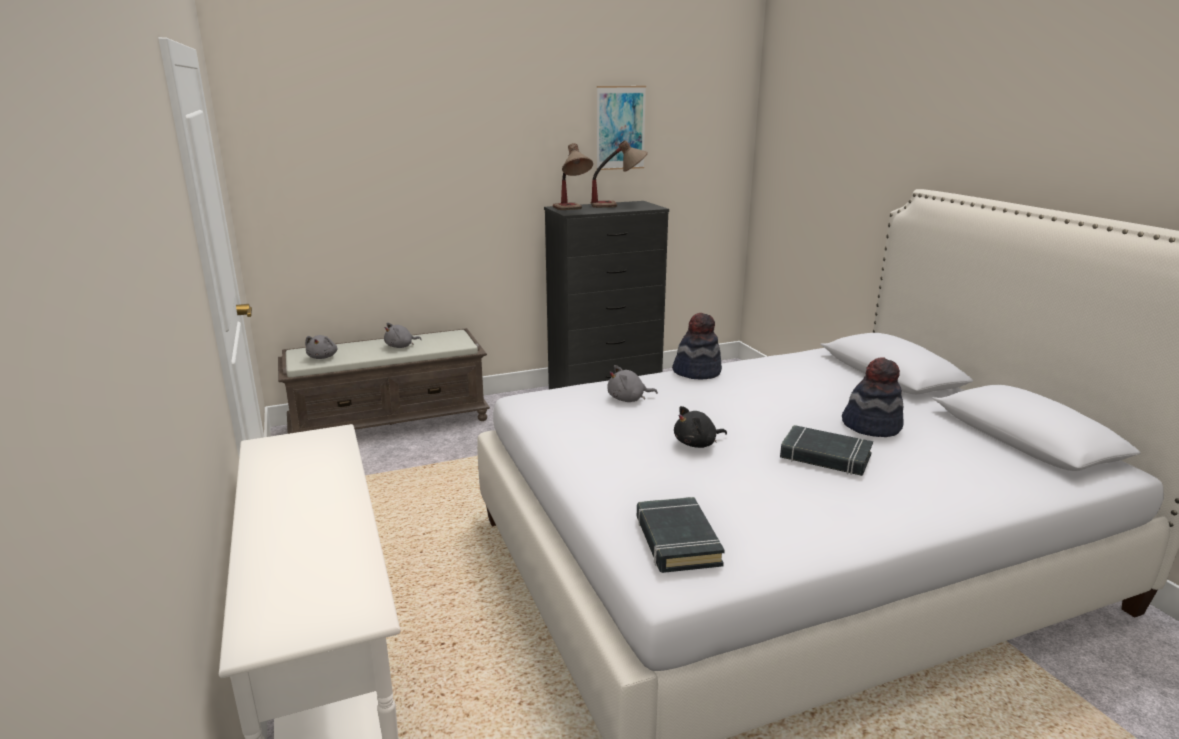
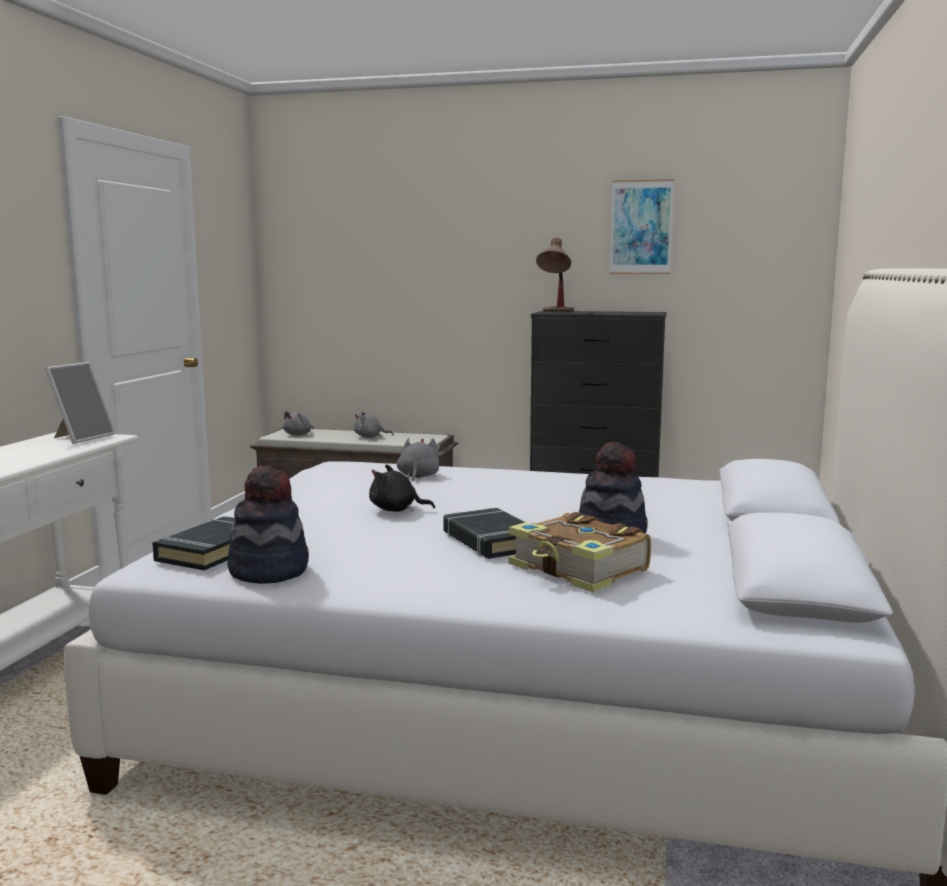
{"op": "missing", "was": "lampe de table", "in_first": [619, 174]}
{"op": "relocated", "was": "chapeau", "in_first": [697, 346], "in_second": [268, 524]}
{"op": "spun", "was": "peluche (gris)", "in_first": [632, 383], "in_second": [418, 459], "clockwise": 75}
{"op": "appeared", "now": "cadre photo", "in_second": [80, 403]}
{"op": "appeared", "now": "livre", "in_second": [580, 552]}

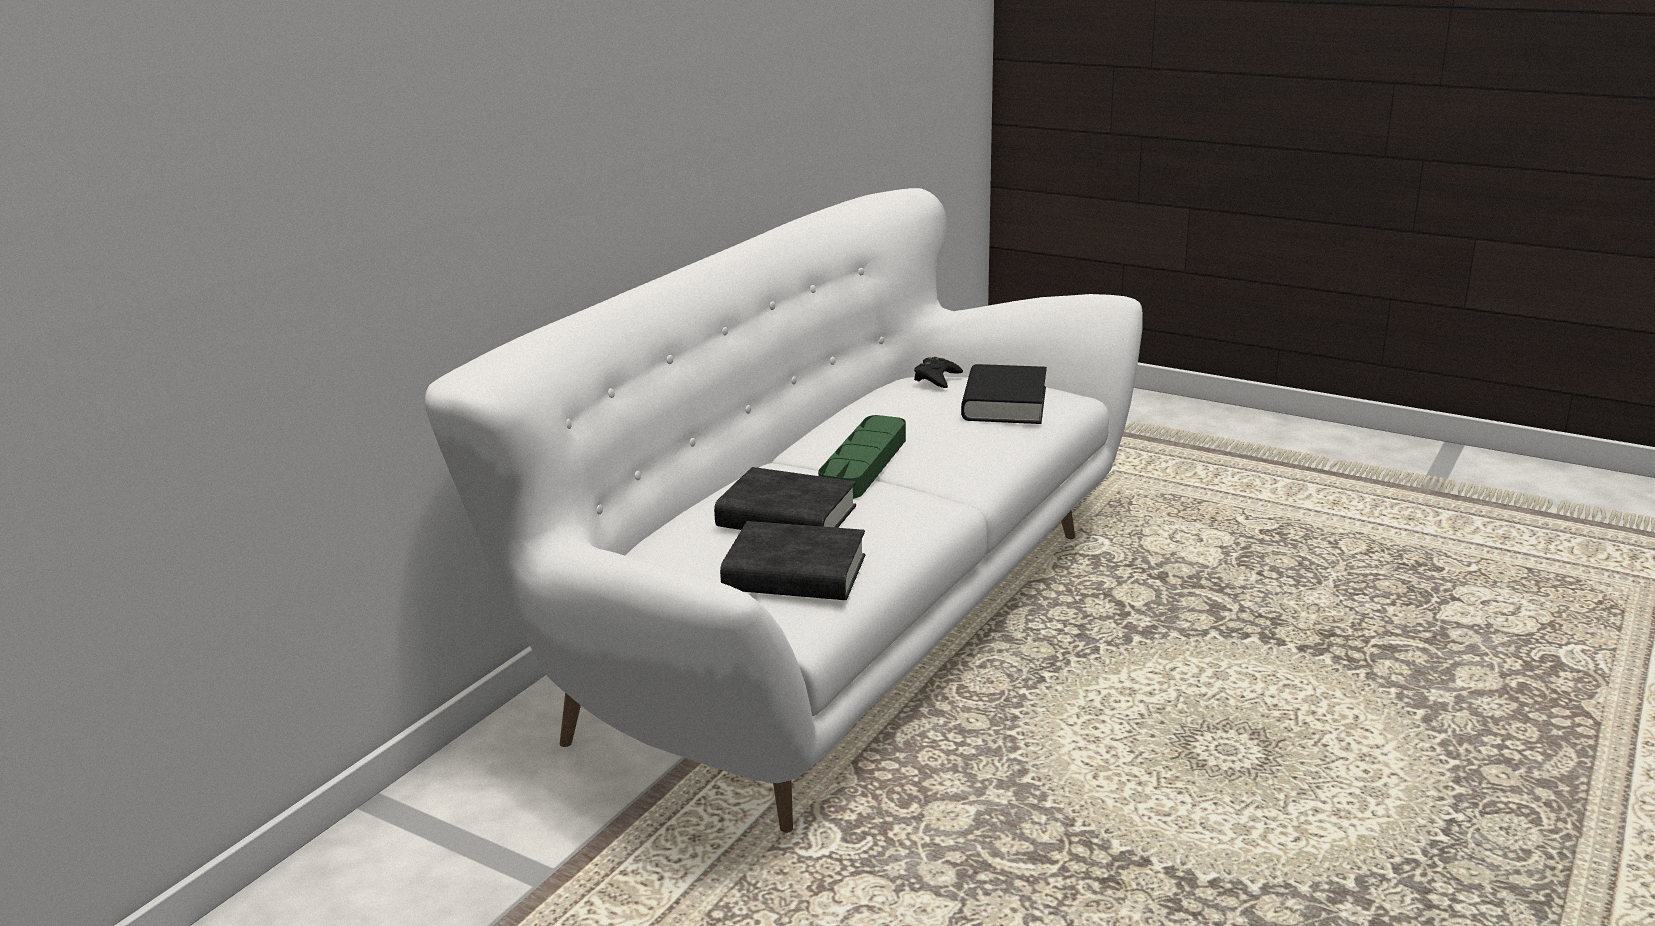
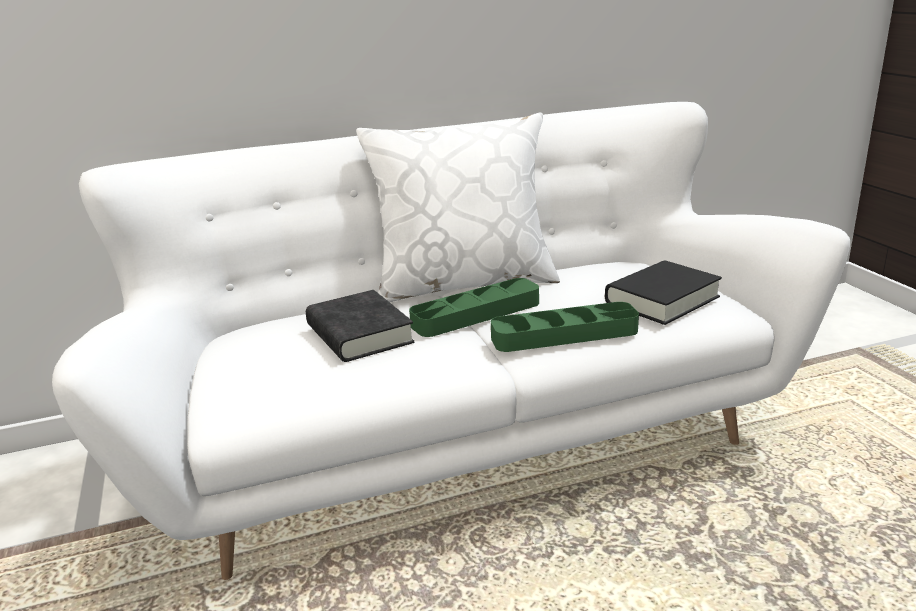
{"op": "missing", "was": "manette (noir)", "in_first": [938, 372]}
{"op": "missing", "was": "livre (noir)", "in_first": [792, 560]}
{"op": "appeared", "now": "coussin (blanc)", "in_second": [458, 207]}
{"op": "appeared", "now": "plateau (vert)", "in_second": [565, 327]}

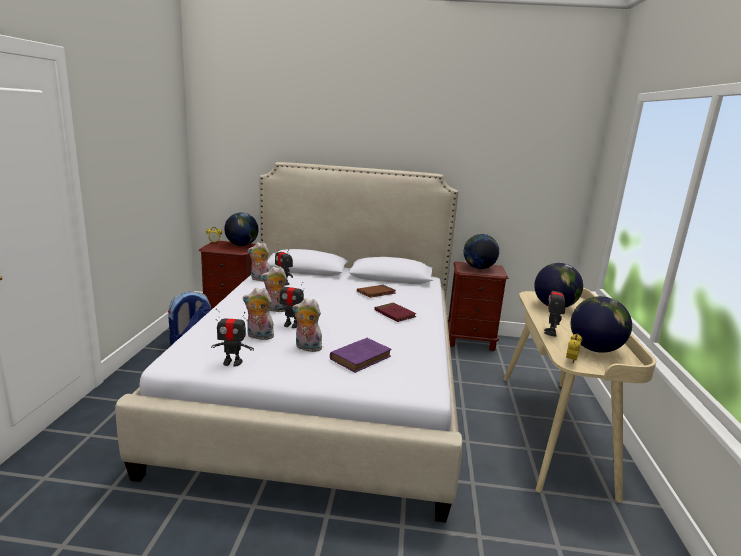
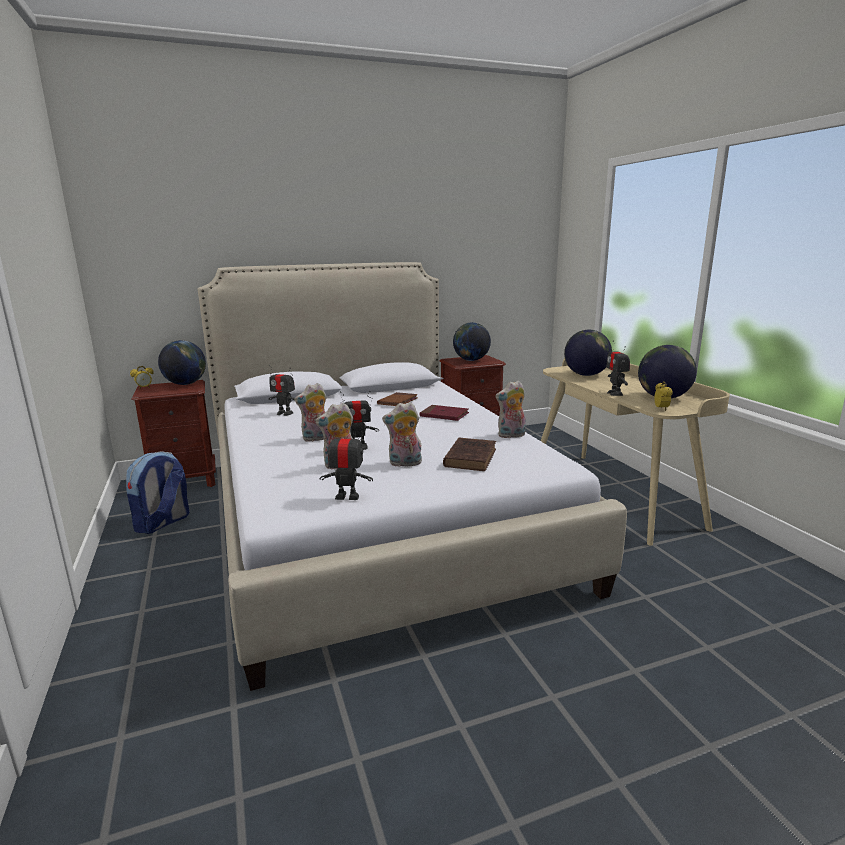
{"op": "relocated", "was": "peluche", "in_first": [259, 261], "in_second": [510, 409]}
{"op": "spun", "was": "robot jouet", "in_first": [232, 338], "in_second": [346, 464], "clockwise": -150}
{"op": "colour", "was": "livre (violet)", "now": "livre (marron)", "in_first": [361, 355], "in_second": [469, 454]}

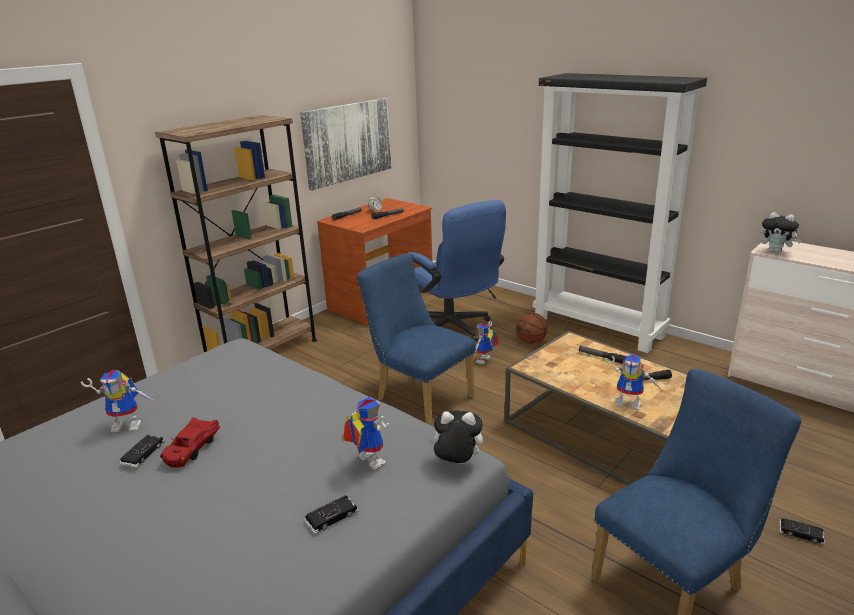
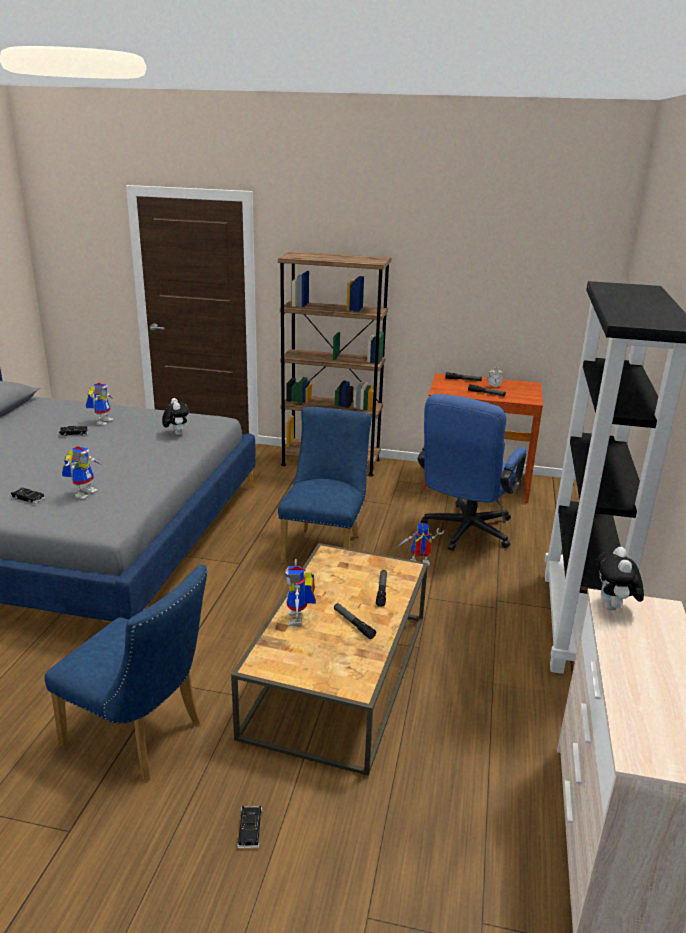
{"op": "missing", "was": "tableau", "in_first": [345, 144]}
{"op": "missing", "was": "ballon de basket", "in_first": [532, 328]}
{"op": "spun", "was": "robot jouet", "in_first": [118, 401], "in_second": [99, 404], "clockwise": -135}
{"op": "relocated", "was": "peluche", "in_first": [455, 437], "in_second": [175, 416]}
{"op": "missing", "was": "petite voiture (rouge)", "in_first": [190, 442]}

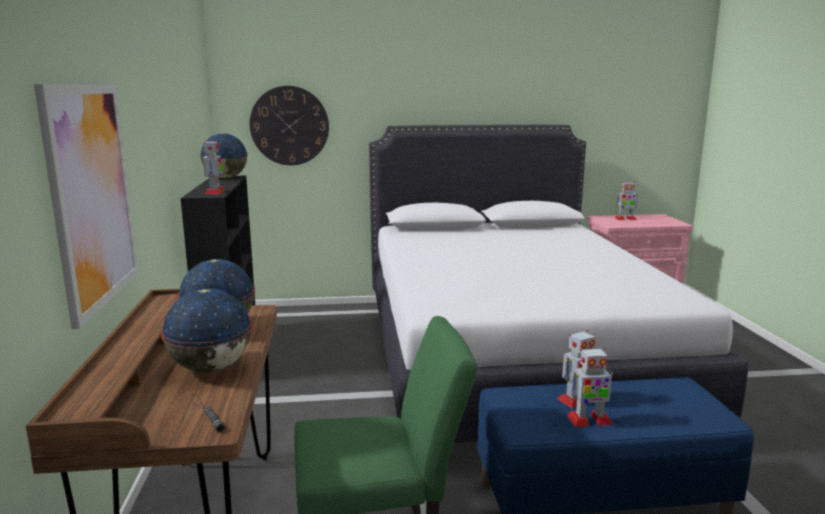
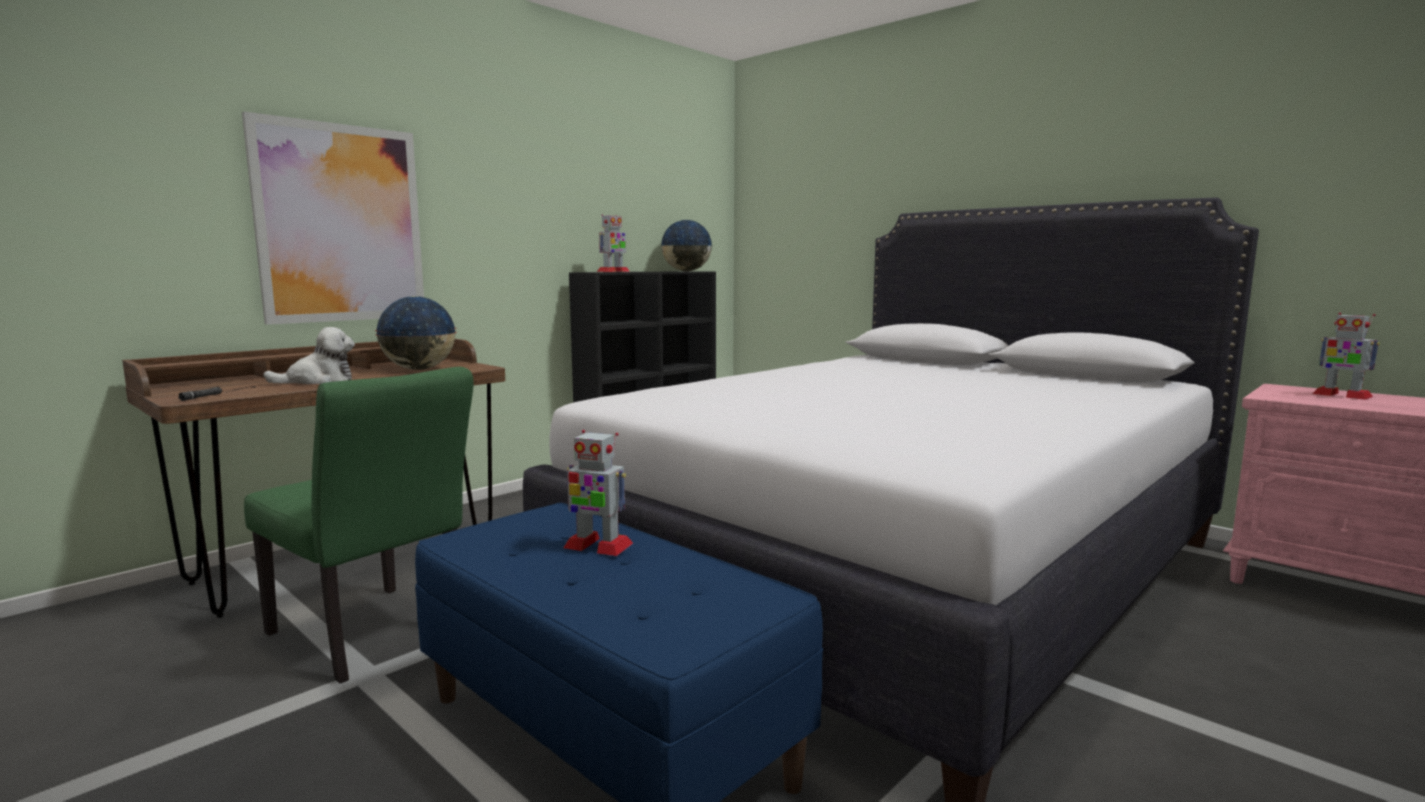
{"op": "missing", "was": "horloge murale", "in_first": [289, 125]}
{"op": "exchanged", "was": "globe", "now": "peluche", "in_first": [206, 330], "in_second": [309, 355]}
{"op": "missing", "was": "robot jouet", "in_first": [590, 387]}

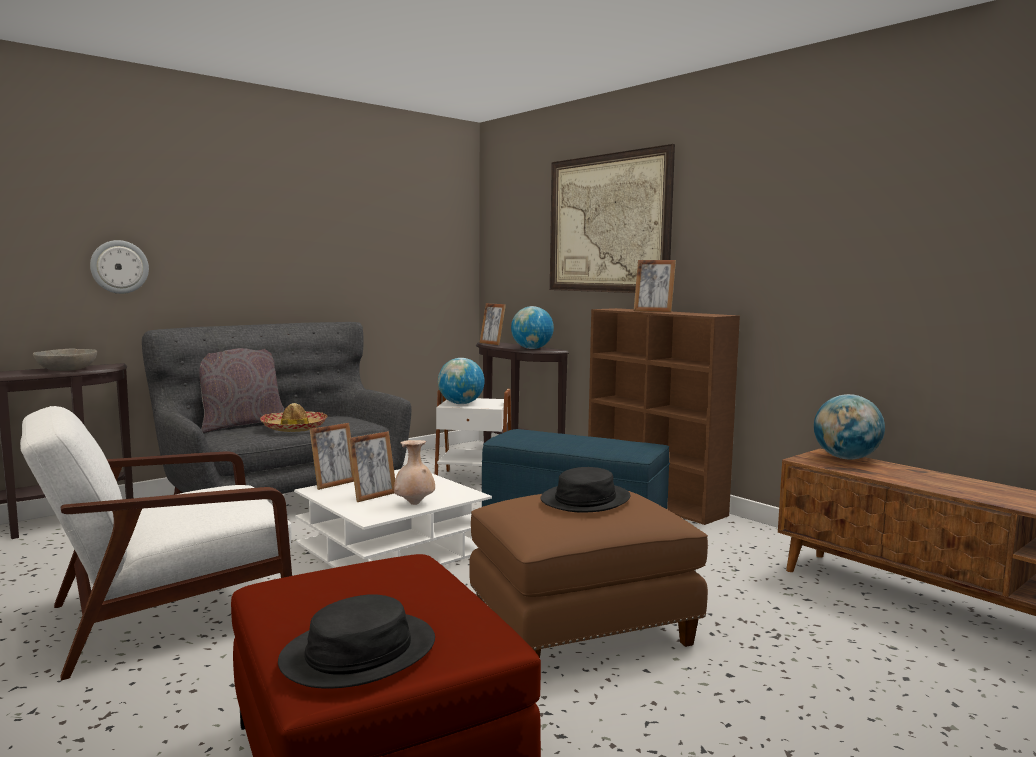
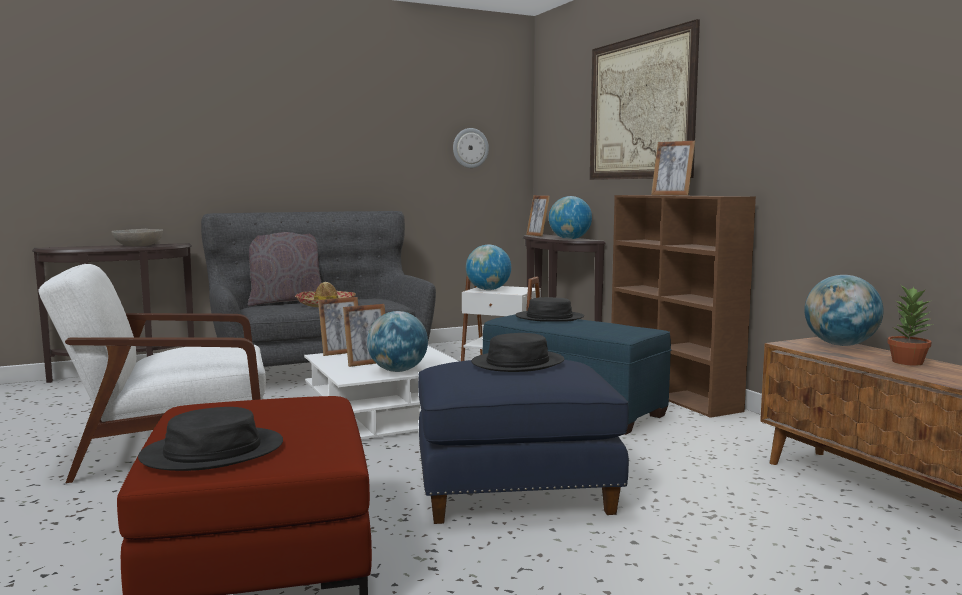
{"op": "relocated", "was": "horloge murale", "in_first": [119, 267], "in_second": [471, 148]}
{"op": "exchanged", "was": "vase (beige)", "now": "globe", "in_first": [414, 472], "in_second": [397, 341]}
{"op": "colour", "was": "pouf (marron)", "now": "pouf (bleu)", "in_first": [588, 574], "in_second": [523, 442]}
{"op": "appeared", "now": "plante en pot", "in_second": [910, 325]}
{"op": "appeared", "now": "chapeau (noir)", "in_second": [549, 309]}

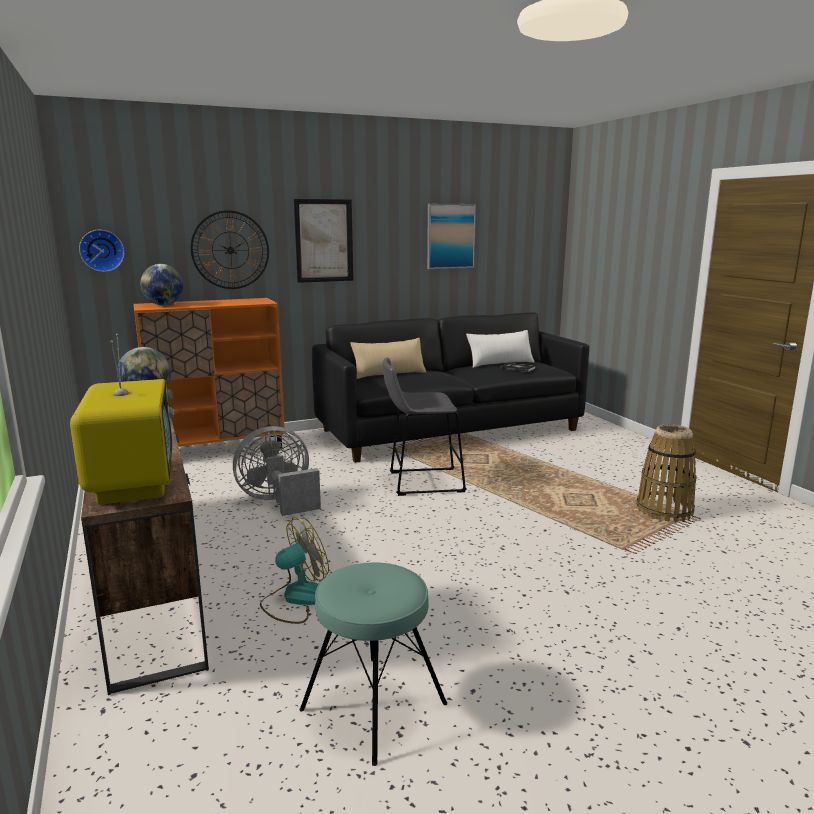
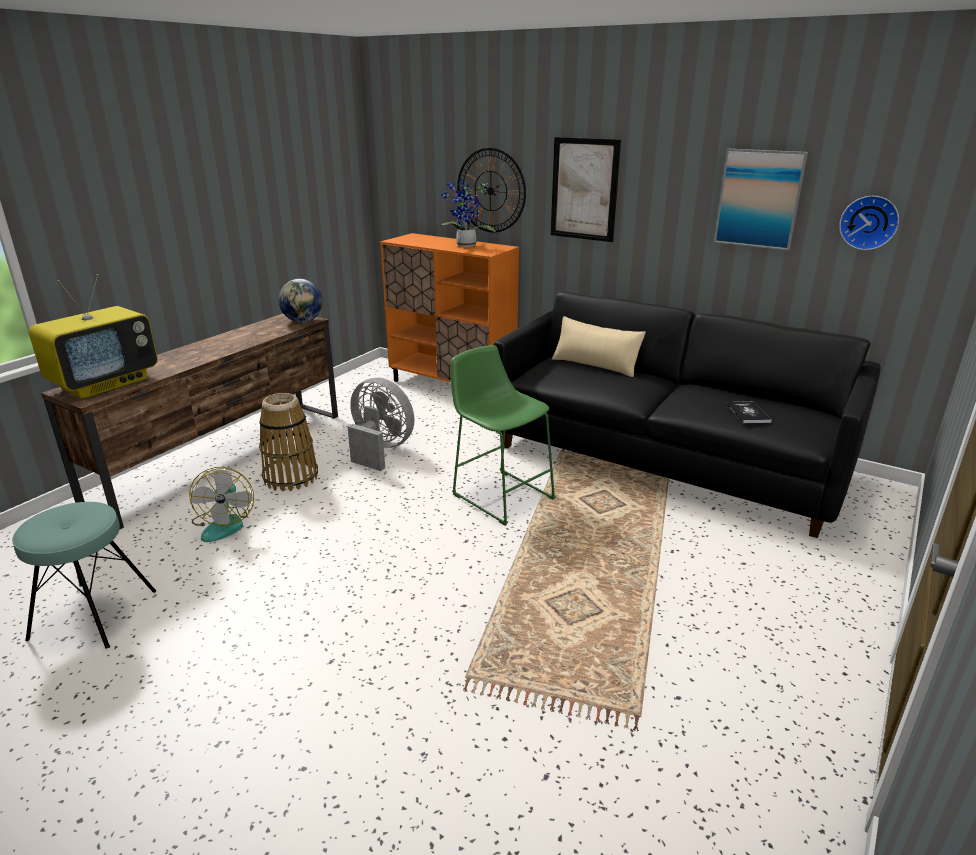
{"op": "relocated", "was": "horloge murale", "in_first": [101, 251], "in_second": [869, 223]}
{"op": "missing", "was": "globe", "in_first": [161, 284]}
{"op": "missing", "was": "coussin (blanc)", "in_first": [500, 349]}
{"op": "colour", "was": "tabouret (gris)", "now": "tabouret (vert)", "in_first": [424, 427], "in_second": [503, 435]}
{"op": "relocated", "was": "panier", "in_first": [666, 473], "in_second": [288, 442]}
{"op": "spun", "was": "ventilateur", "in_first": [294, 570], "in_second": [221, 504], "clockwise": 60}
{"op": "appeared", "now": "plante en pot", "in_second": [468, 212]}

